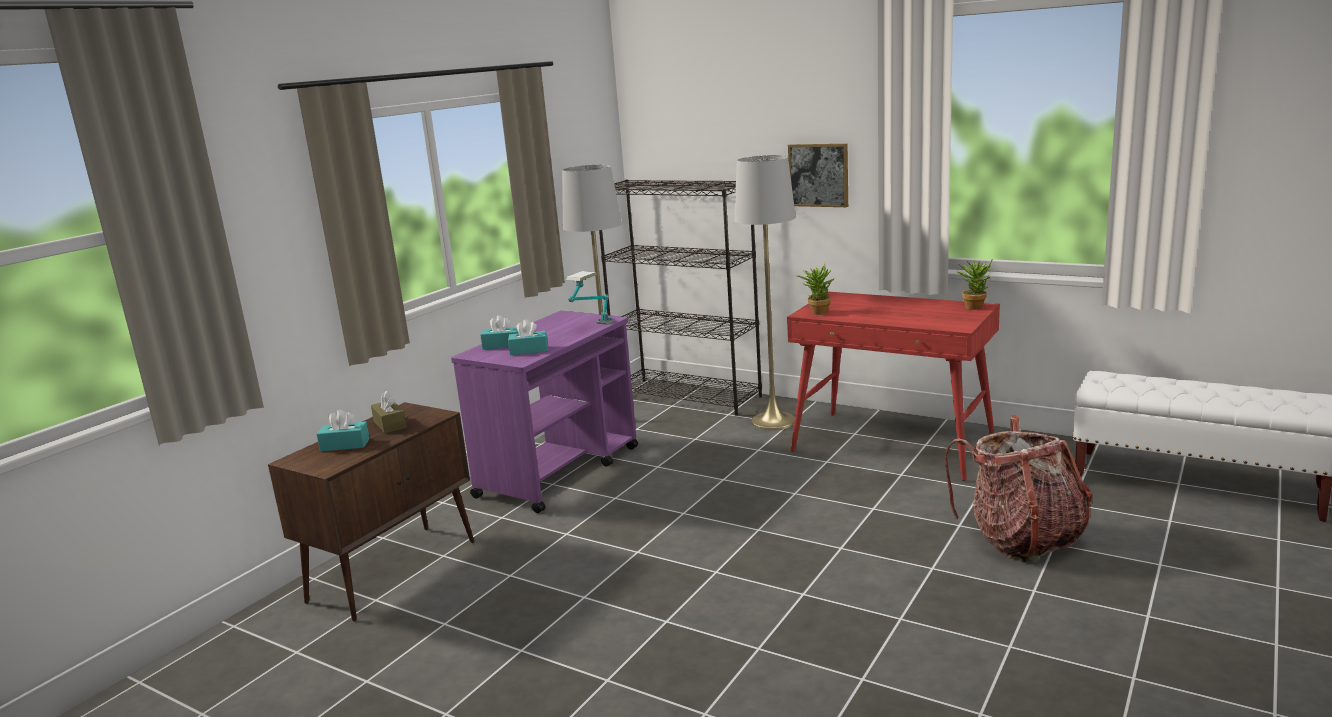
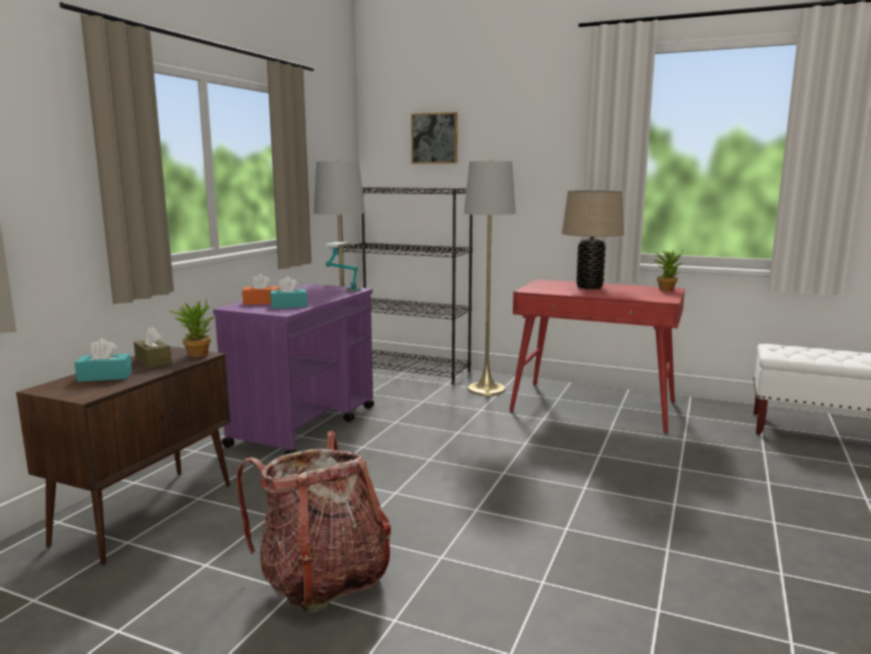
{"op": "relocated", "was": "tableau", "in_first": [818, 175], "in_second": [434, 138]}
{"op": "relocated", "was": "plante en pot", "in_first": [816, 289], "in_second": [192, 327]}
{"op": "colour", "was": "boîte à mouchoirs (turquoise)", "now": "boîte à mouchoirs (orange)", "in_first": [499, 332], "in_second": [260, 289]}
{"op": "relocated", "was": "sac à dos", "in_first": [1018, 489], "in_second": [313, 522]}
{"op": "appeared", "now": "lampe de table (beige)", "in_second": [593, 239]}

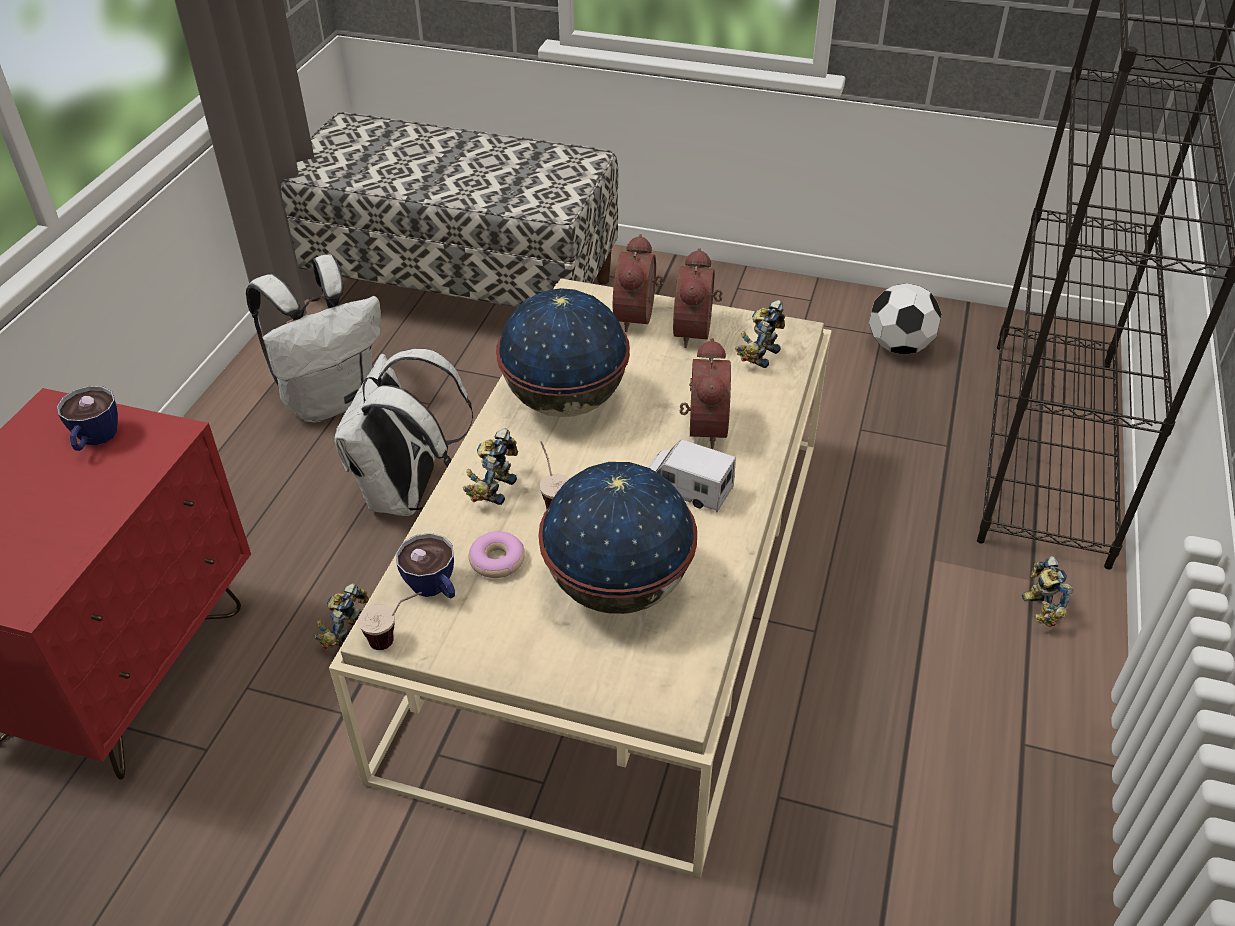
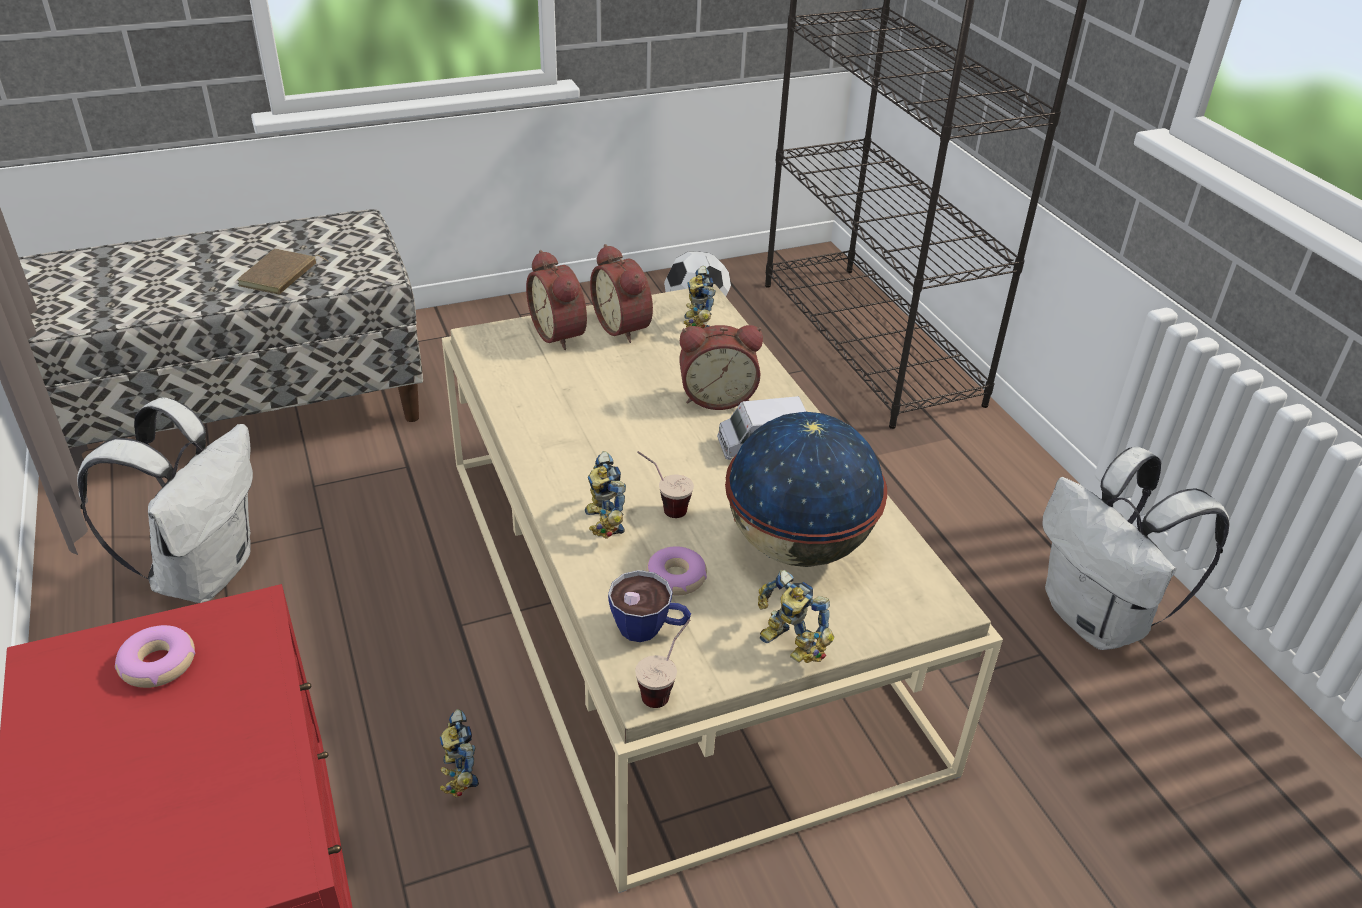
{"op": "missing", "was": "globe", "in_first": [563, 352]}
{"op": "spun", "was": "réveil", "in_first": [705, 393], "in_second": [721, 367], "clockwise": 120}
{"op": "relocated", "was": "sac à dos (blanc)", "in_first": [404, 432], "in_second": [1136, 548]}
{"op": "exchanged", "was": "tasse", "now": "beignet", "in_first": [87, 418], "in_second": [155, 656]}
{"op": "relocated", "was": "robot jouet", "in_first": [1047, 591], "in_second": [796, 616]}
{"op": "appeared", "now": "livre (marron)", "in_second": [283, 272]}

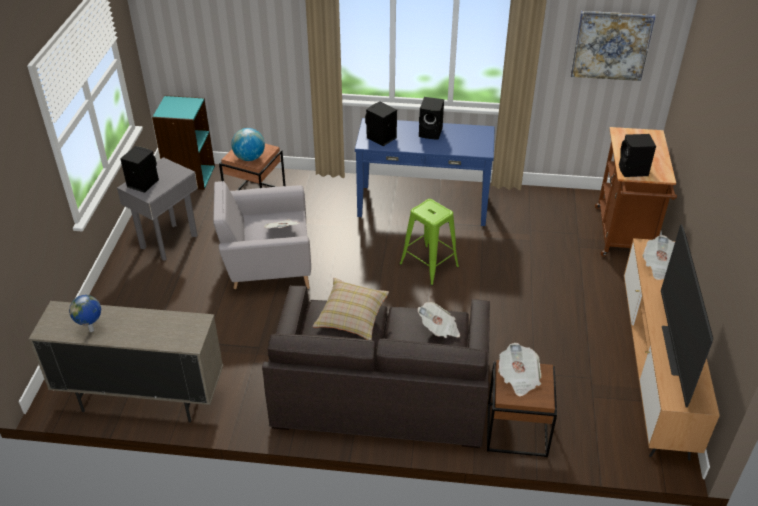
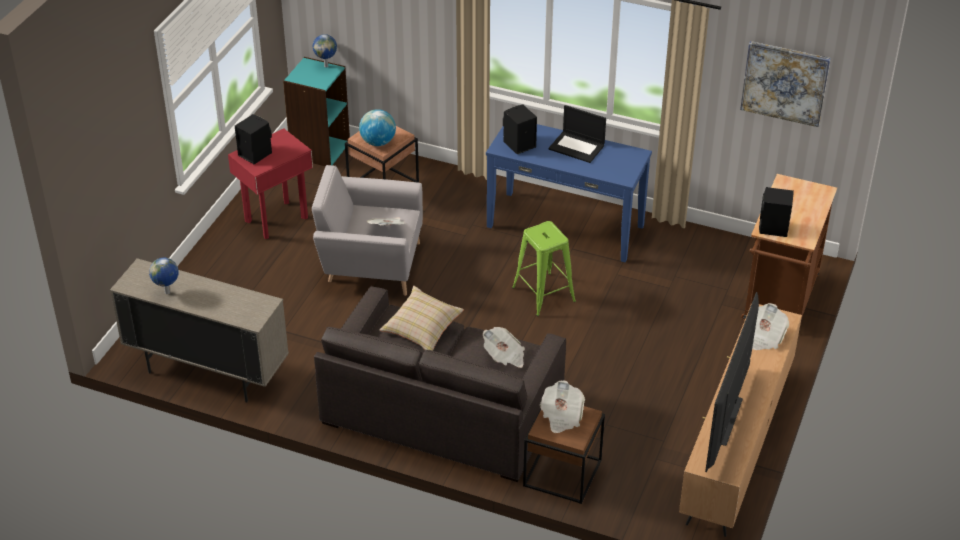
{"op": "exchanged", "was": "enceinte (noir)", "now": "ordinateur portable", "in_first": [431, 118], "in_second": [577, 134]}
{"op": "colour", "was": "table d'appoint (gris)", "now": "table d'appoint (rouge)", "in_first": [157, 209], "in_second": [270, 183]}
{"op": "appeared", "now": "globe", "in_second": [325, 51]}

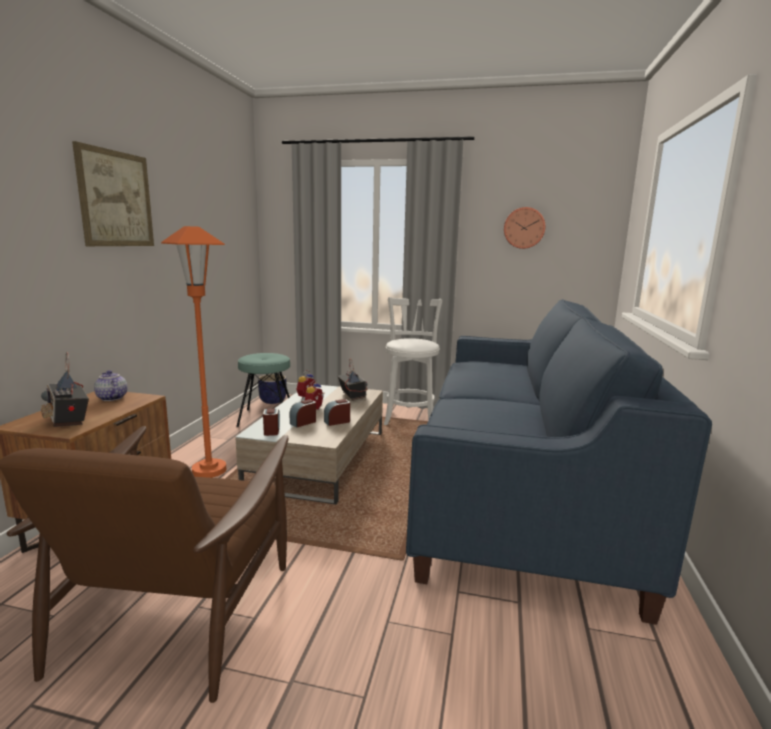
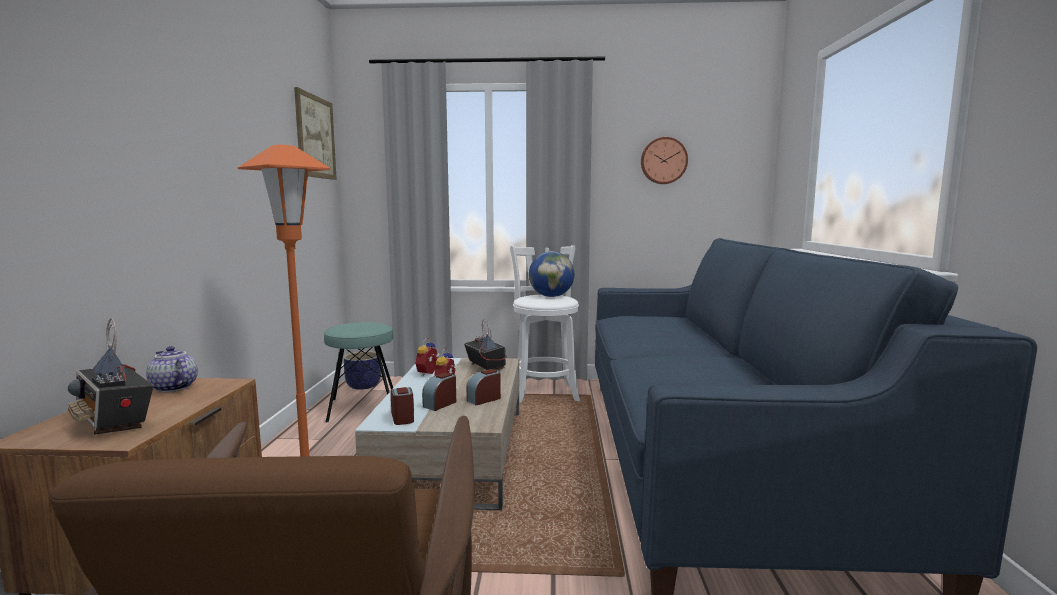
{"op": "relocated", "was": "tableau", "in_first": [113, 193], "in_second": [315, 133]}
{"op": "appeared", "now": "globe", "in_second": [551, 274]}

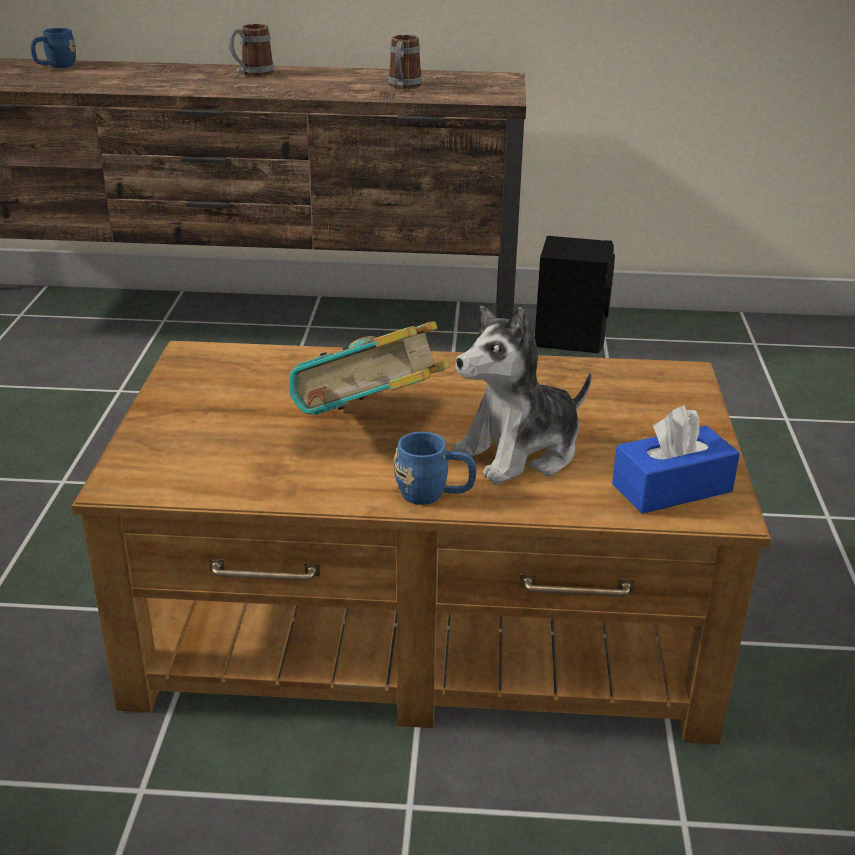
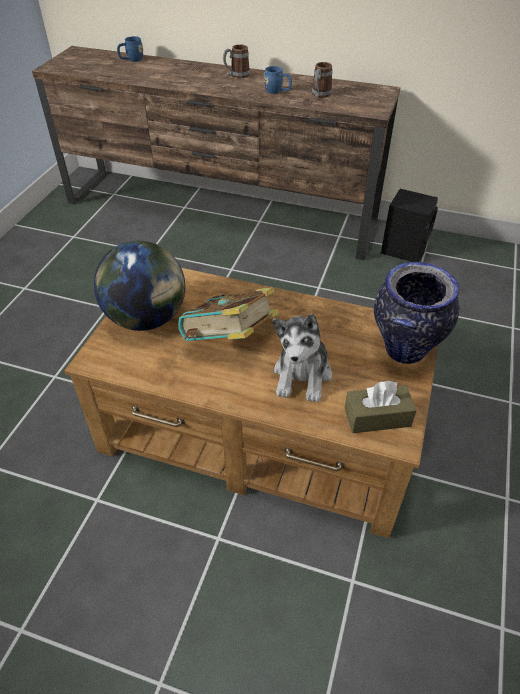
{"op": "spun", "was": "peluche", "in_first": [522, 395], "in_second": [302, 358], "clockwise": -60}
{"op": "colour", "was": "boîte à mouchoirs (bleu)", "now": "boîte à mouchoirs (marron)", "in_first": [676, 460], "in_second": [381, 407]}
{"op": "relocated", "was": "mug (bleu)", "in_first": [434, 468], "in_second": [278, 80]}
{"op": "appeared", "now": "globe", "in_second": [139, 286]}
{"op": "appeared", "now": "vase", "in_second": [416, 313]}

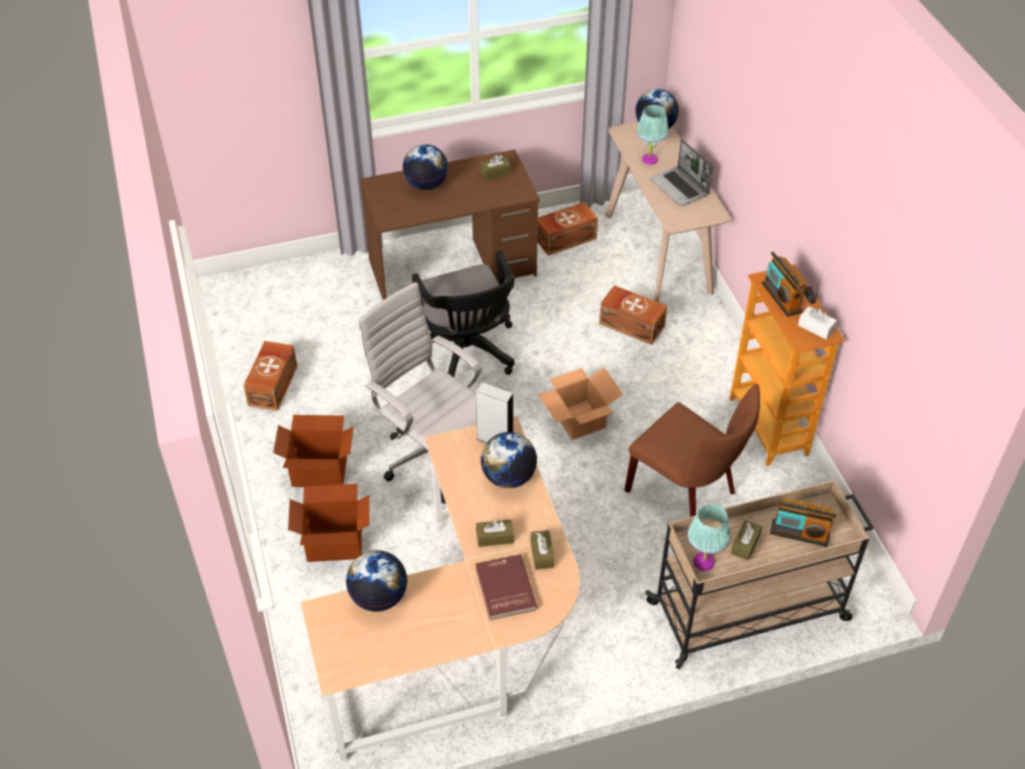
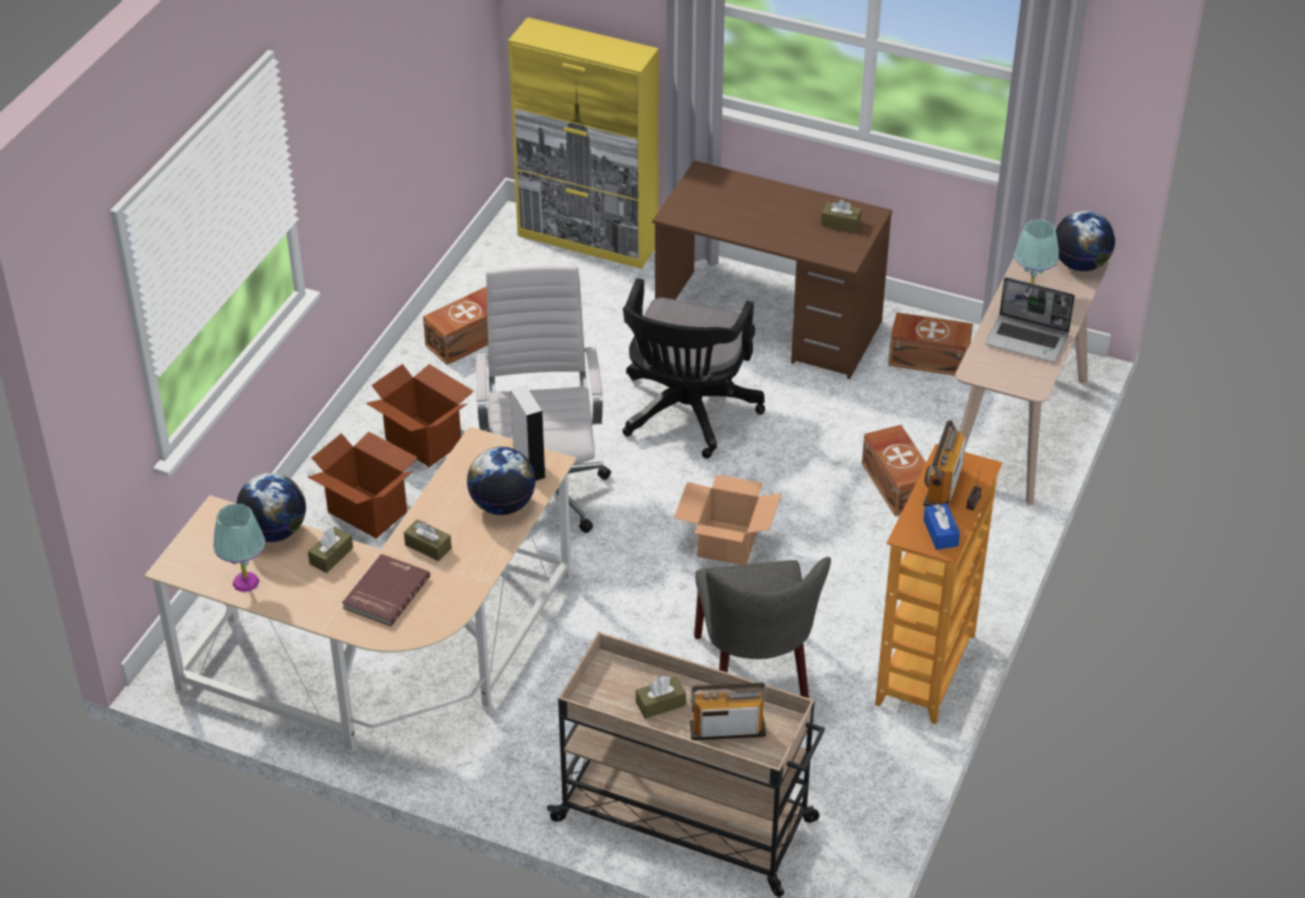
{"op": "spun", "was": "ordinateur portable", "in_first": [681, 172], "in_second": [1030, 319], "clockwise": -75}
{"op": "missing", "was": "globe", "in_first": [425, 167]}
{"op": "colour", "was": "boîte à mouchoirs (blanc)", "now": "boîte à mouchoirs (bleu)", "in_first": [817, 322], "in_second": [941, 526]}
{"op": "colour", "was": "chaise (marron)", "now": "chaise (gris)", "in_first": [692, 450], "in_second": [762, 627]}
{"op": "spun", "was": "radio", "in_first": [803, 522], "in_second": [728, 711], "clockwise": 120}
{"op": "relocated", "was": "lampe de table (turquoise)", "in_first": [709, 537], "in_second": [239, 548]}
{"op": "relocated", "was": "boîte à mouchoirs (marron)", "in_first": [542, 550], "in_second": [330, 550]}
{"op": "appeared", "now": "meuble de rangement (jaune)", "in_second": [583, 143]}

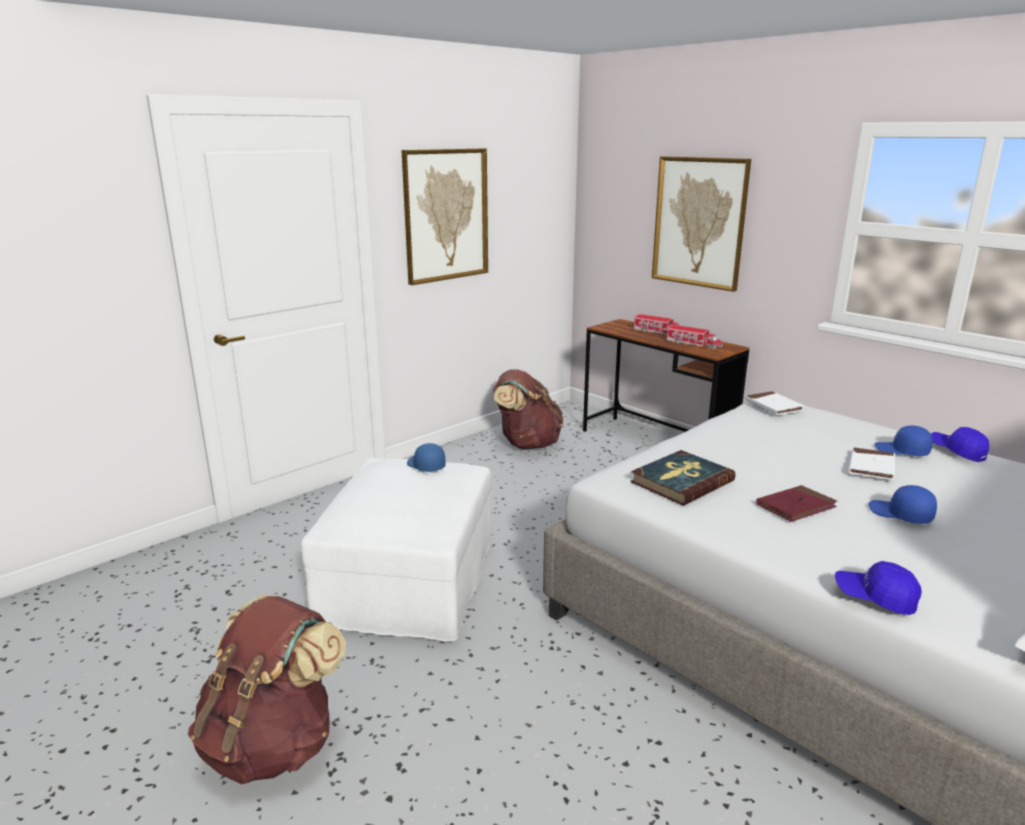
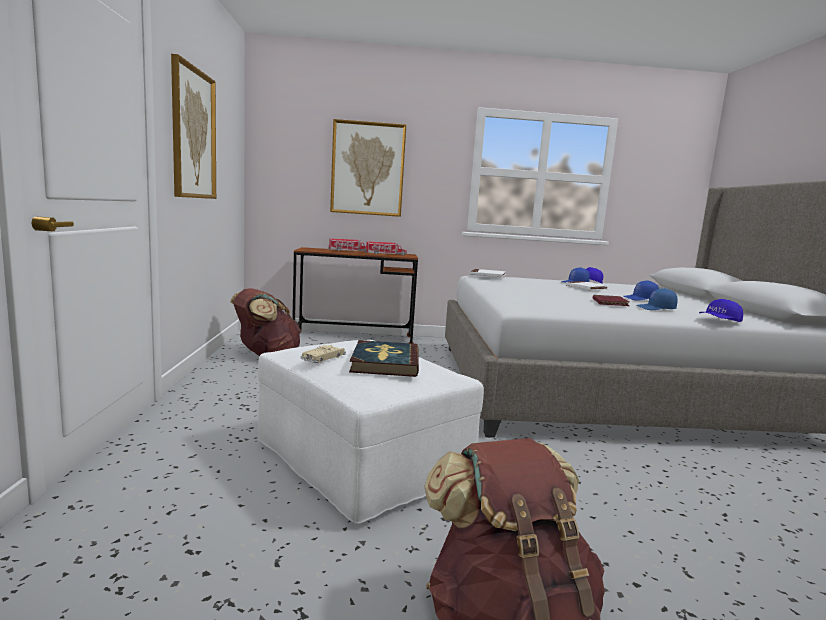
{"op": "relocated", "was": "casquette (bleu)", "in_first": [426, 457], "in_second": [657, 299]}
{"op": "relocated", "was": "livre", "in_first": [683, 477], "in_second": [384, 358]}
{"op": "appeared", "now": "petite voiture (beige)", "in_second": [323, 354]}

